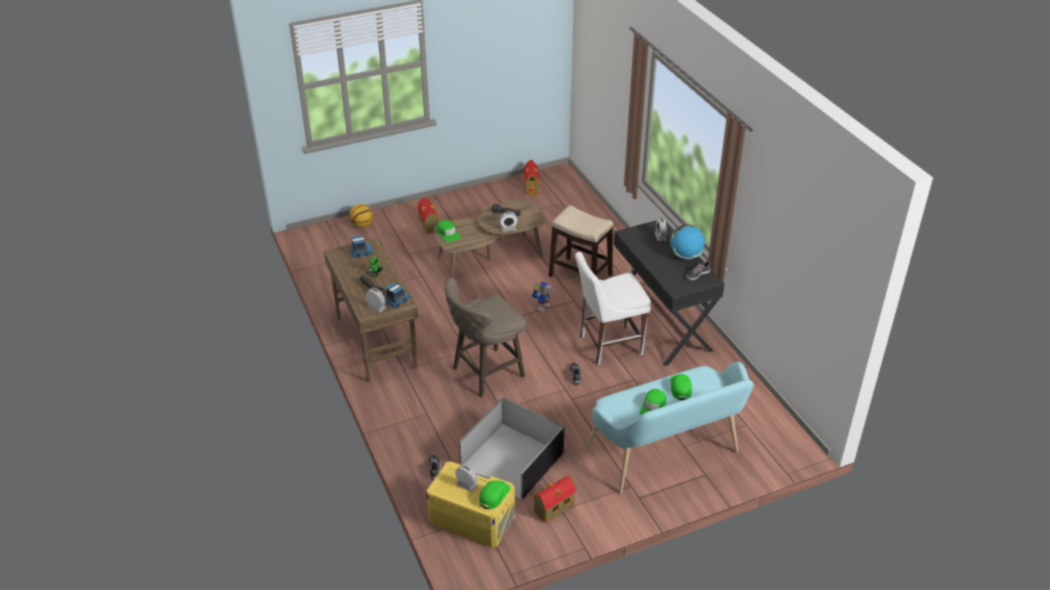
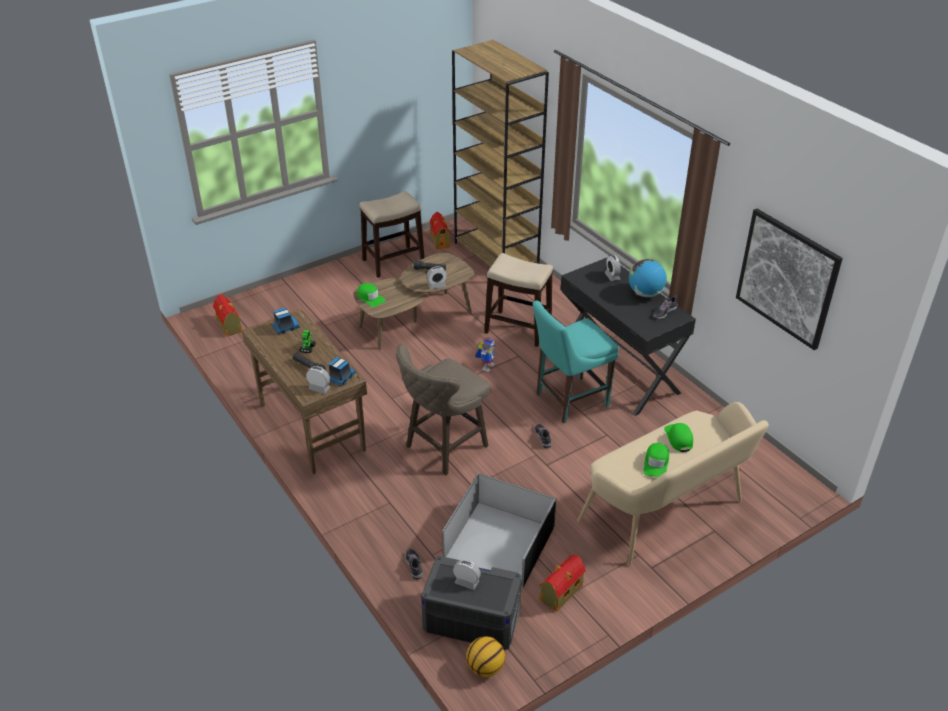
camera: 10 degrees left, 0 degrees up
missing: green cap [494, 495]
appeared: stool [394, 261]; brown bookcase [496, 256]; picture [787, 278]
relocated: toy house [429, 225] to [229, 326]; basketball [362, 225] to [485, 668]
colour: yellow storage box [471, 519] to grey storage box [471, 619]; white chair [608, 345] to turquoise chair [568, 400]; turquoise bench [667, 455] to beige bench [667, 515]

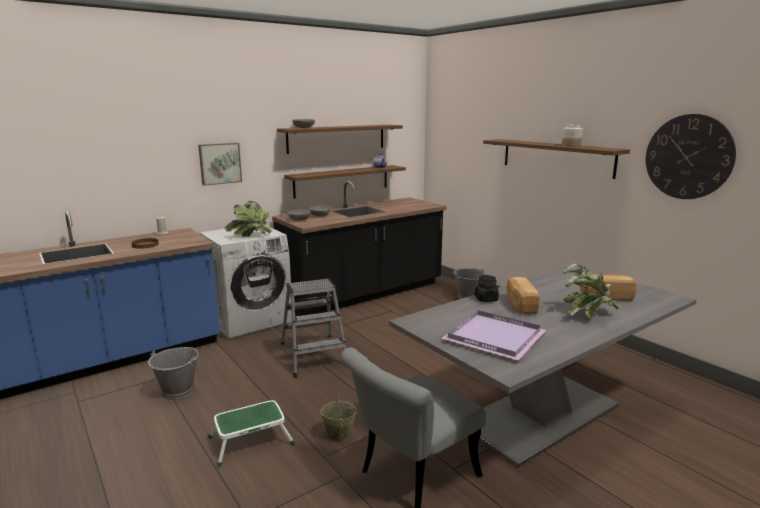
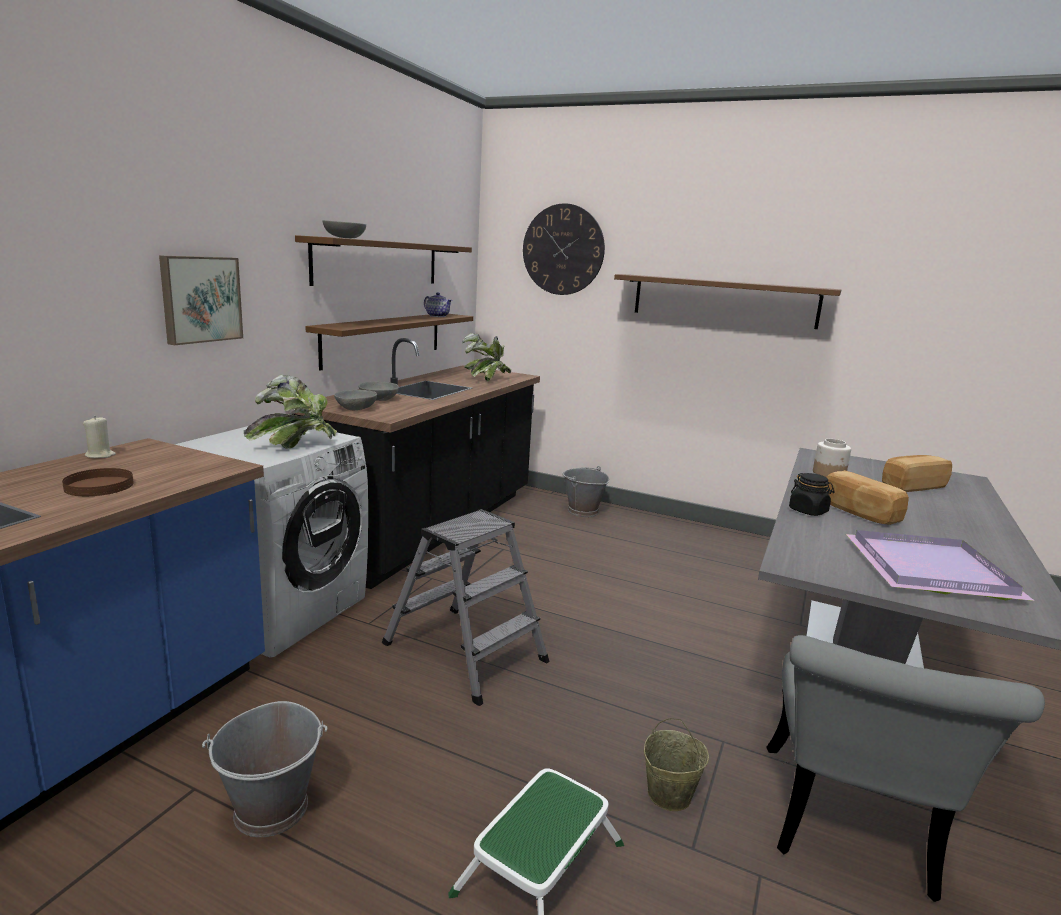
camera: 30 degrees left, 0 degrees up
relocated: potted plant [587, 314] to [486, 380]; wall clock [688, 157] to [563, 250]; jar [571, 145] to [829, 474]

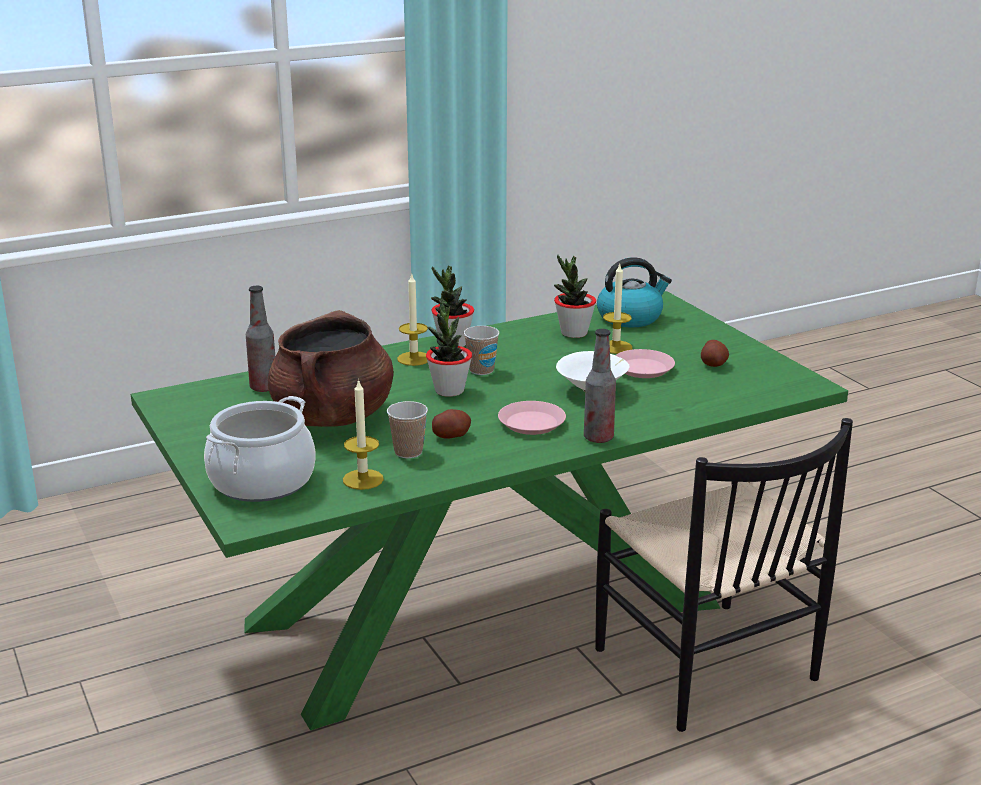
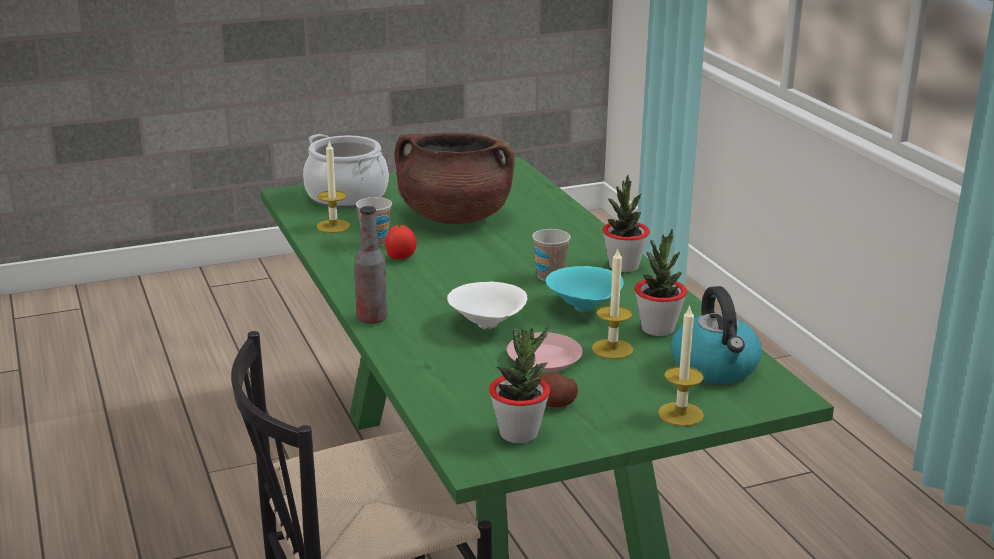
camera: 95 degrees right, 0 degrees up
missing: bottle [263, 388]; pink plate [532, 423]
appeared: turquoise bowl [584, 309]
relocated: potted plant [449, 390] to [519, 433]; candle [414, 358] to [680, 414]
exchanged: potato [451, 436] to tomato [401, 258]

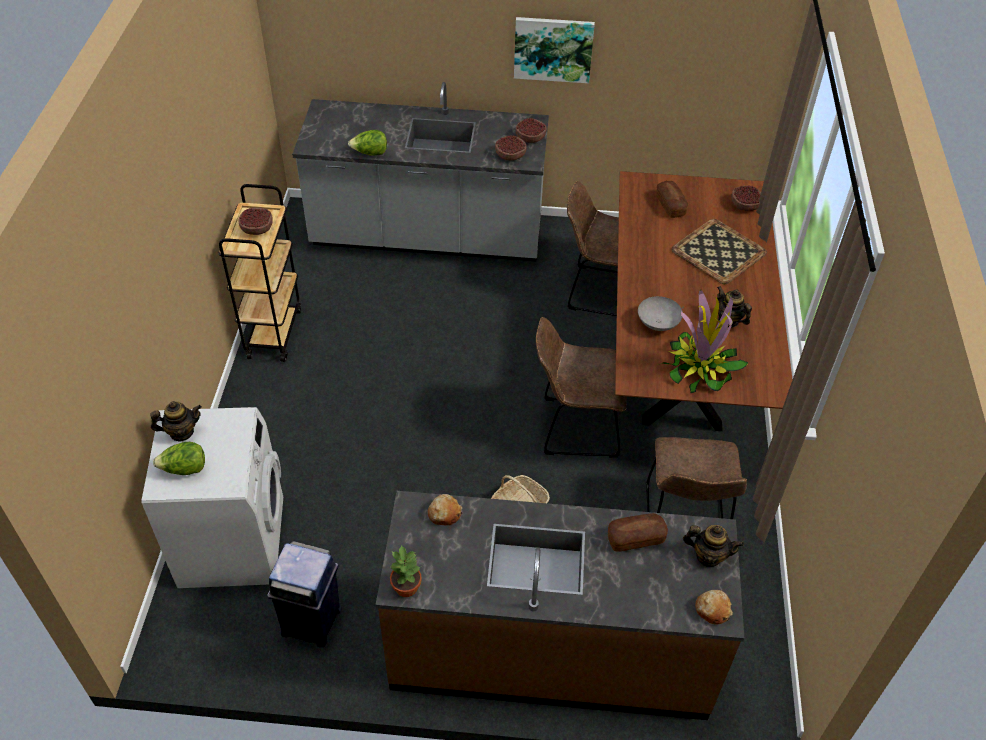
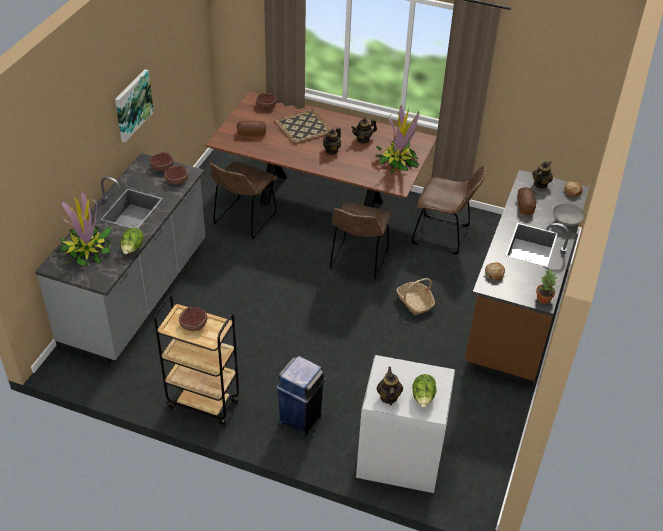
camera: 75 degrees left, 5 degrees down
appeared: potted plant [87, 251]; teapot [332, 150]
relocated: blue trash can [312, 622] to [300, 418]; grey bowl [658, 323] to [565, 222]

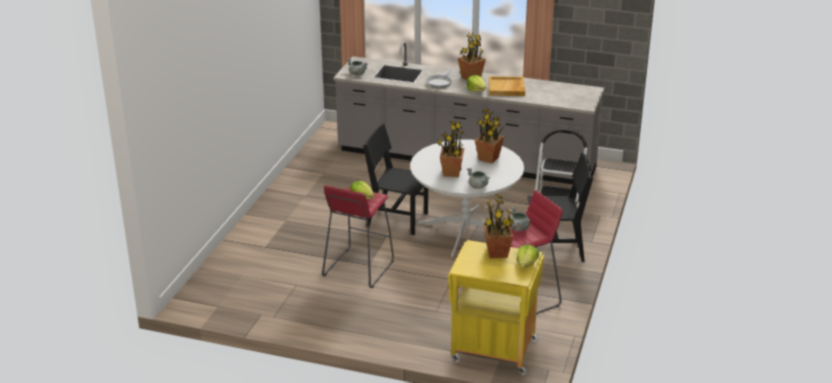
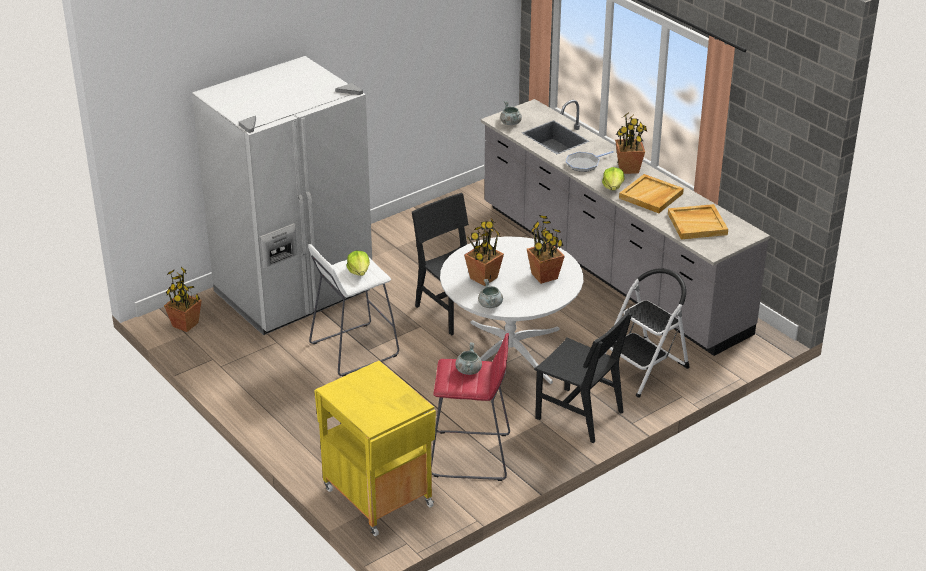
camera: 35 degrees right, 5 degrees up
missing: lettuce [526, 264]
appeared: white fridge [294, 292]; beige tray [697, 224]
relocated: potted plant [497, 253] to [185, 325]
colour: red stool [358, 268] to white stool [353, 349]

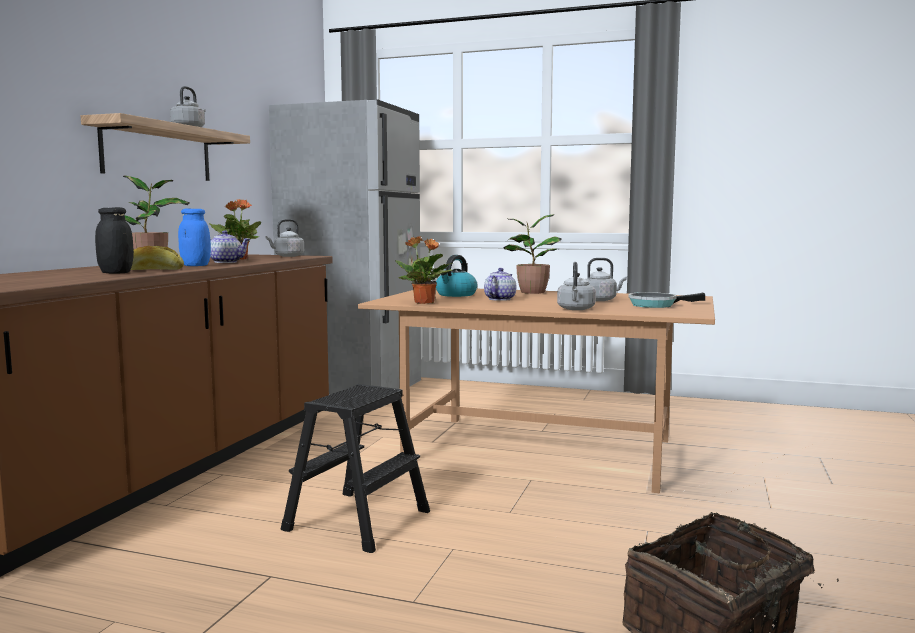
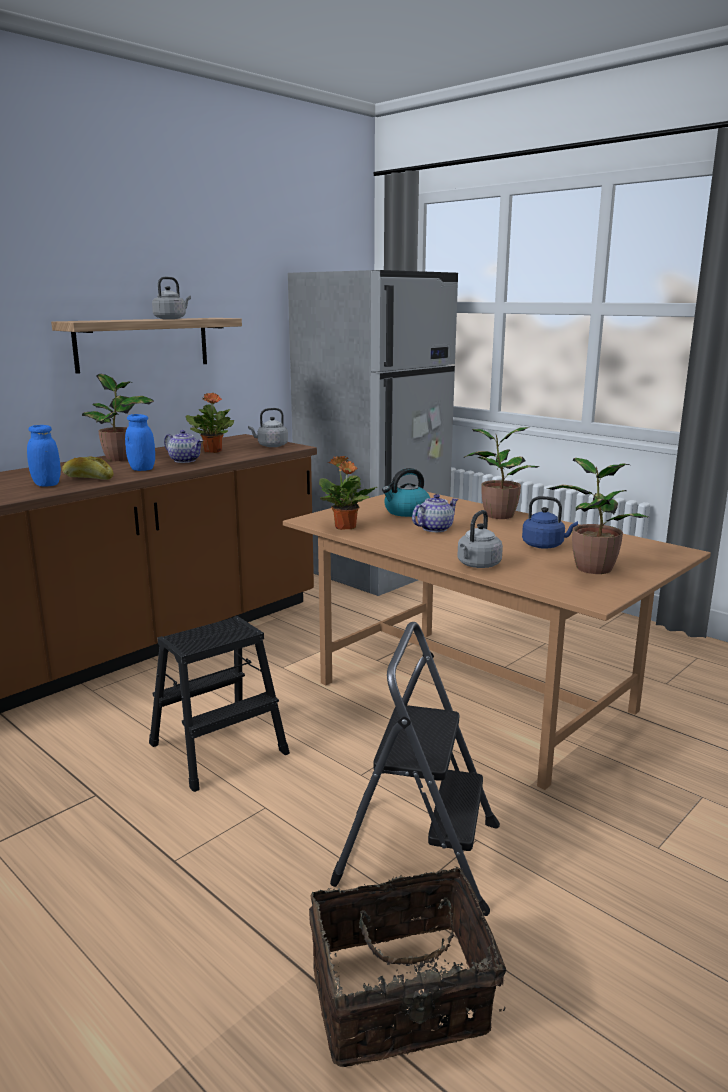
camera: 25 degrees right, 10 degrees up
appeared: black step ladder [411, 850]
exchanged: frying pan [656, 305] to potted plant [591, 567]
colour: black jar [116, 273] to blue jar [46, 484]; grey kettle [601, 300] to blue kettle [545, 545]

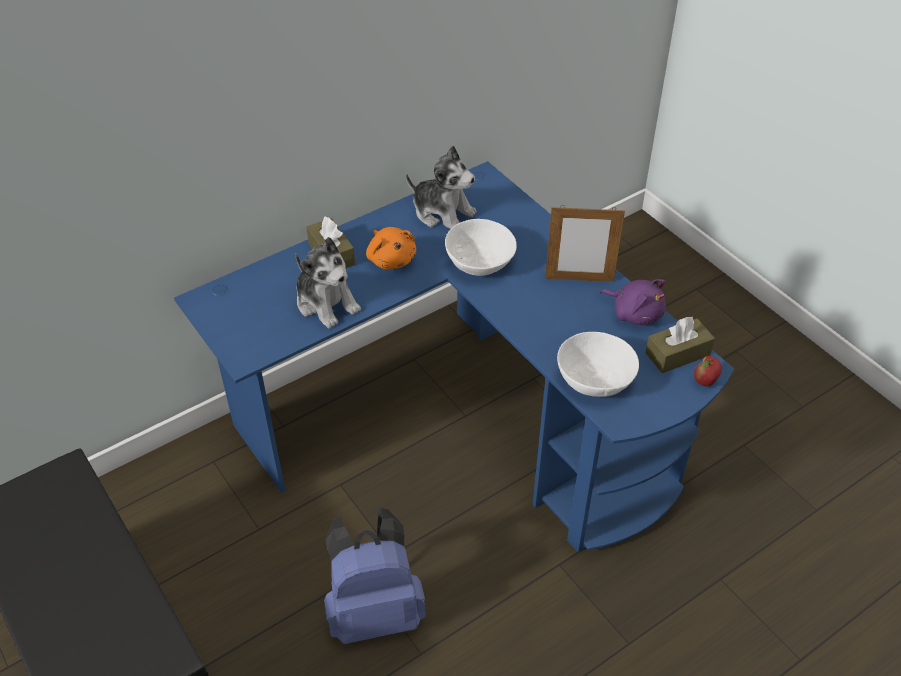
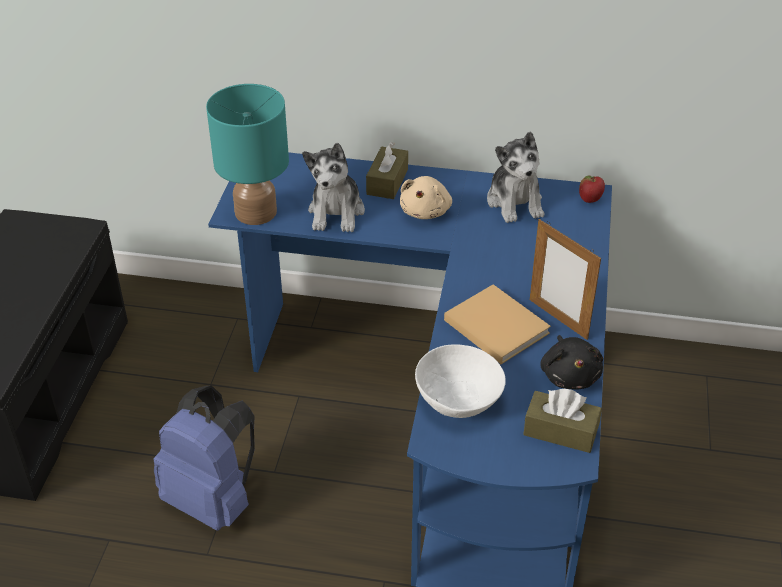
camera: 45 degrees right, 5 degrees down
missing: white bowl [480, 262]
appeared: turquoise table lamp [256, 212]; beige book [494, 325]
relocated: apple [705, 381] to [590, 200]
colour: orange plush toy [391, 259] to beige plush toy [426, 211]; purple plush toy [635, 313] to black plush toy [570, 375]

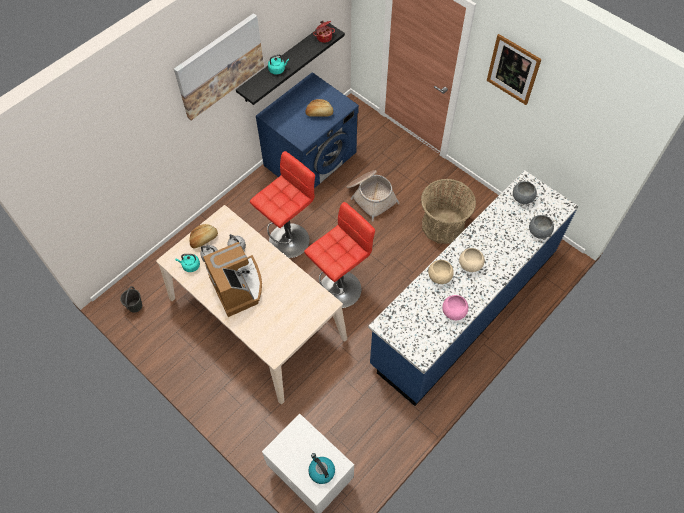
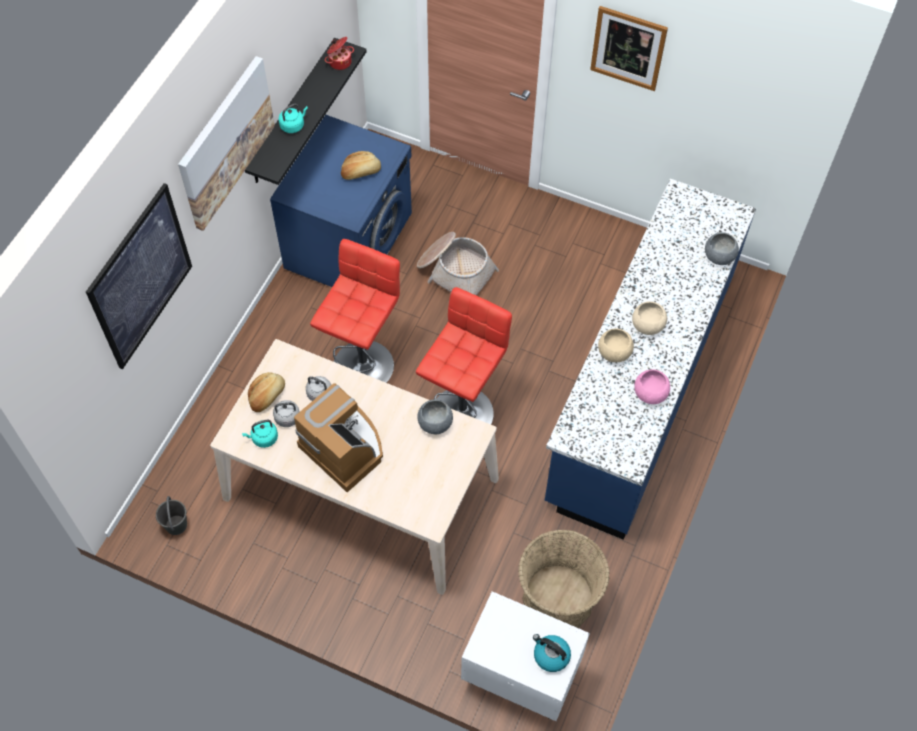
camera: 20 degrees left, 0 degrees up
appeared: picture [141, 277]
relocated: grey bowl [522, 198] to [435, 423]; basket [443, 225] to [558, 598]

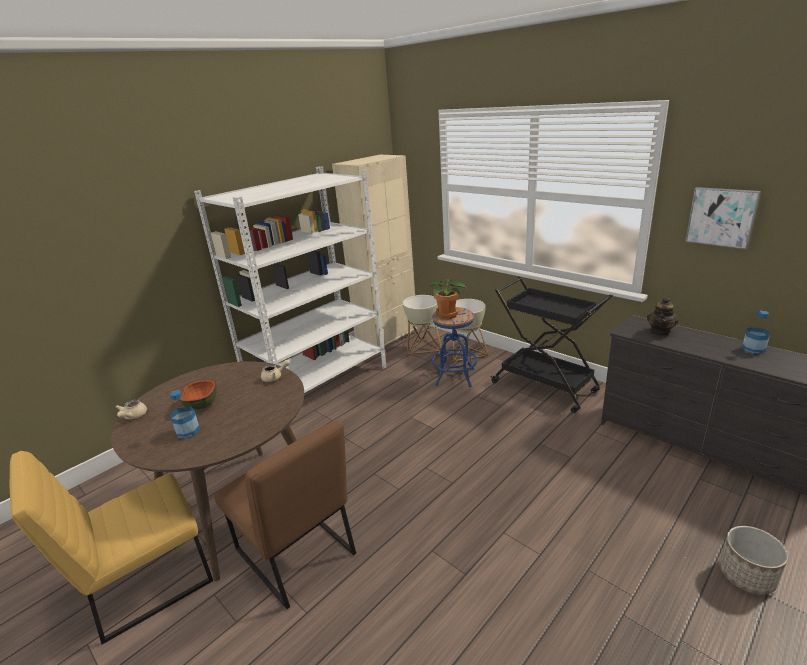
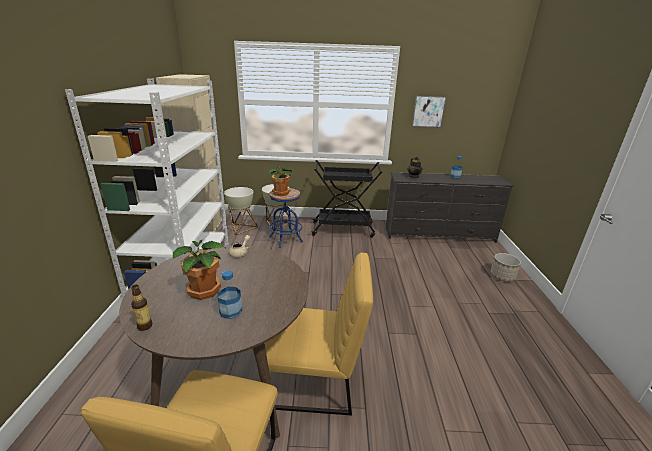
camera: 45 degrees left, 0 degrees up
exchanged: beige teapot [133, 416] to bottle [145, 326]; bowl [201, 404] to potted plant [205, 290]
colour: brown chair [296, 554] to yellow chair [315, 382]

